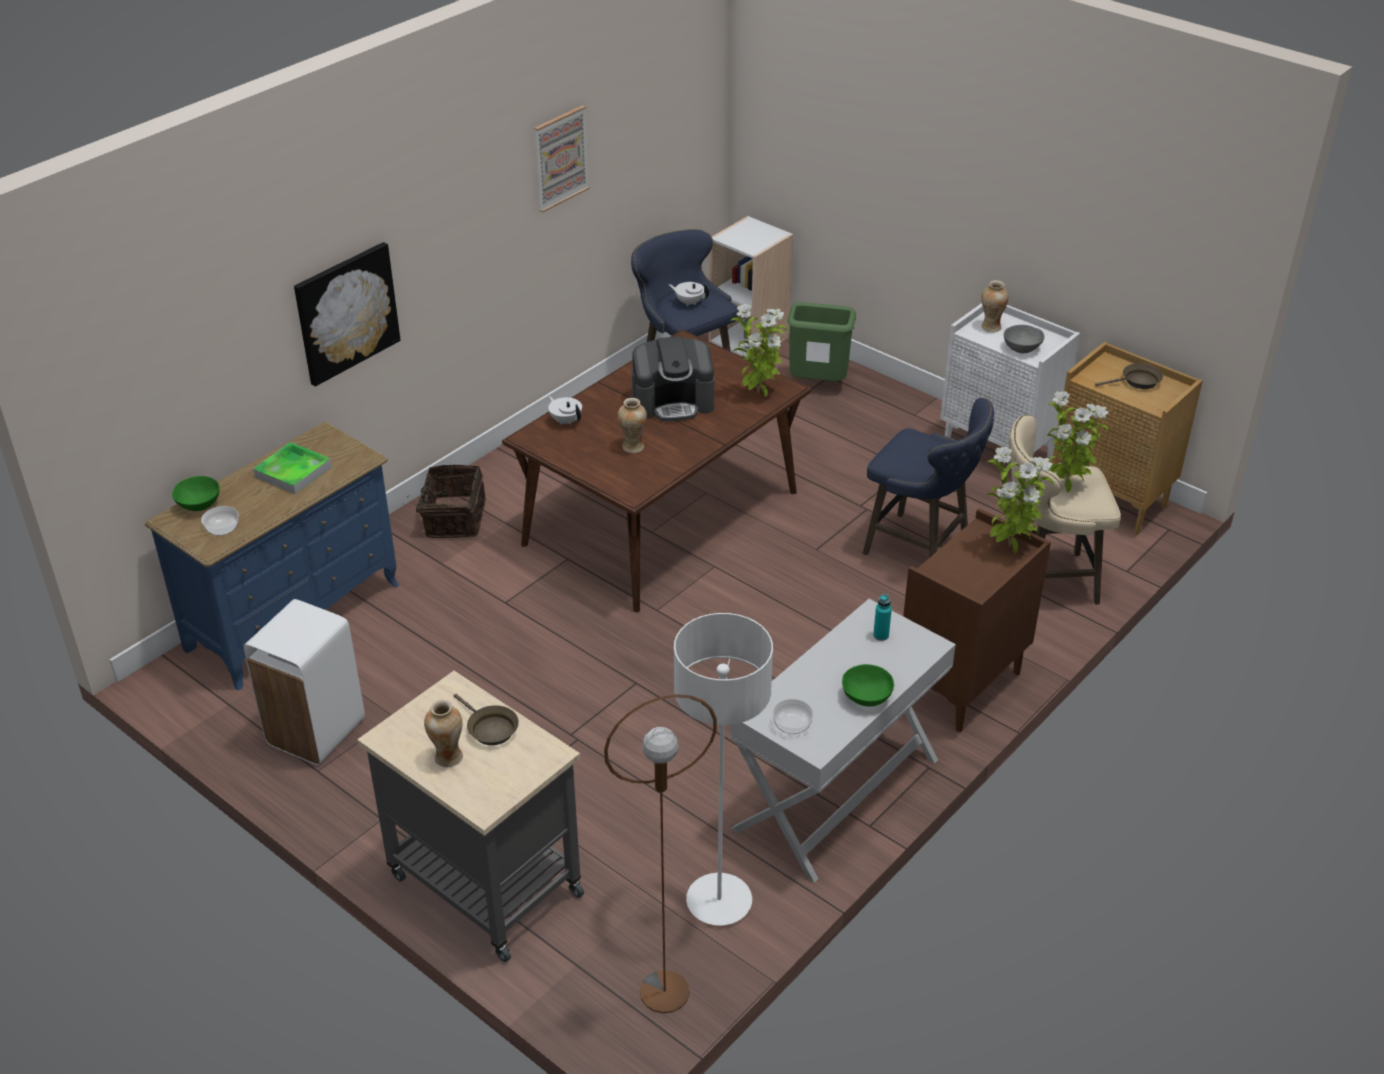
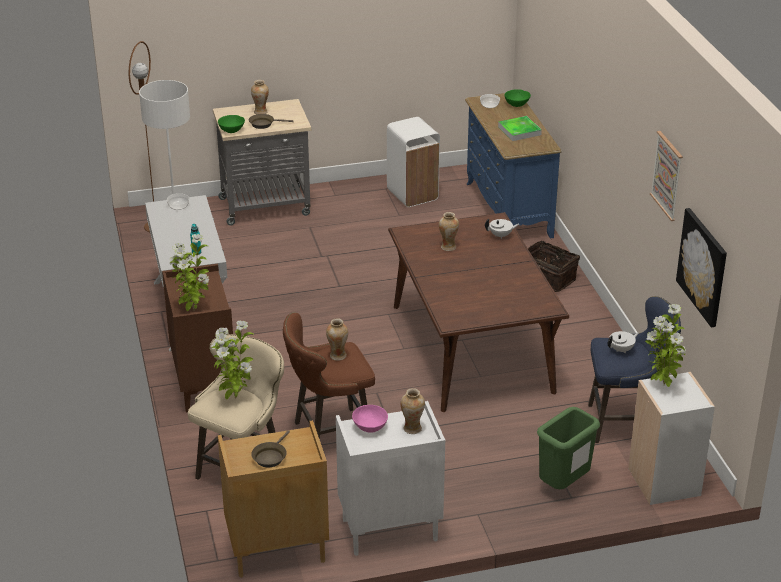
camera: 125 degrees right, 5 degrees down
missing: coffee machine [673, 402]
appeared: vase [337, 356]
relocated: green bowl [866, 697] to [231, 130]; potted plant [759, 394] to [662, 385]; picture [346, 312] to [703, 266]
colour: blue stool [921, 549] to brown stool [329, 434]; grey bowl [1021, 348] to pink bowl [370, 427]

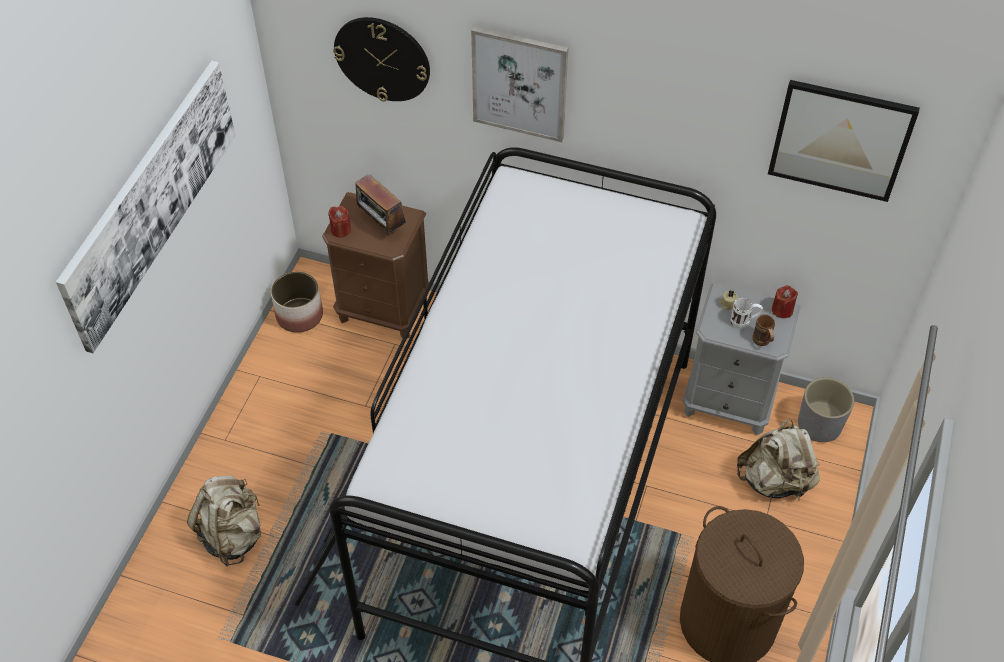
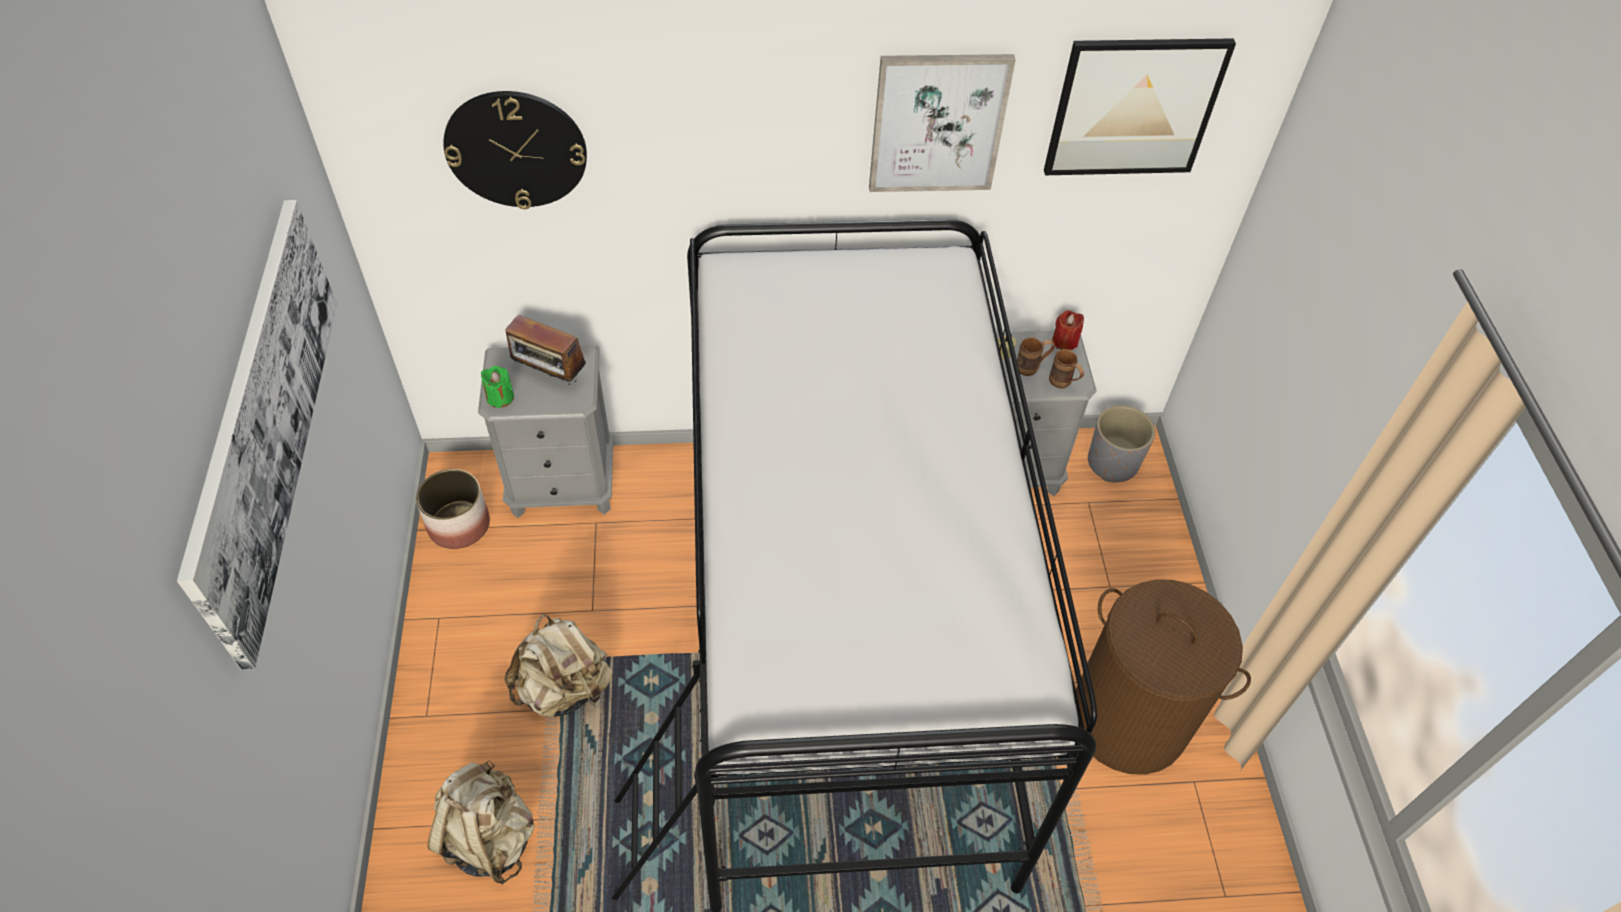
camera: 25 degrees left, 0 degrees up
relocated: beige backpack [775, 480] to [564, 689]; picture [520, 83] to [937, 123]
colour: brown nightstand [383, 309] to grey nightstand [563, 485]; red candle [341, 230] to green candle [500, 397]; white mug [744, 322] to brown mug [1032, 367]

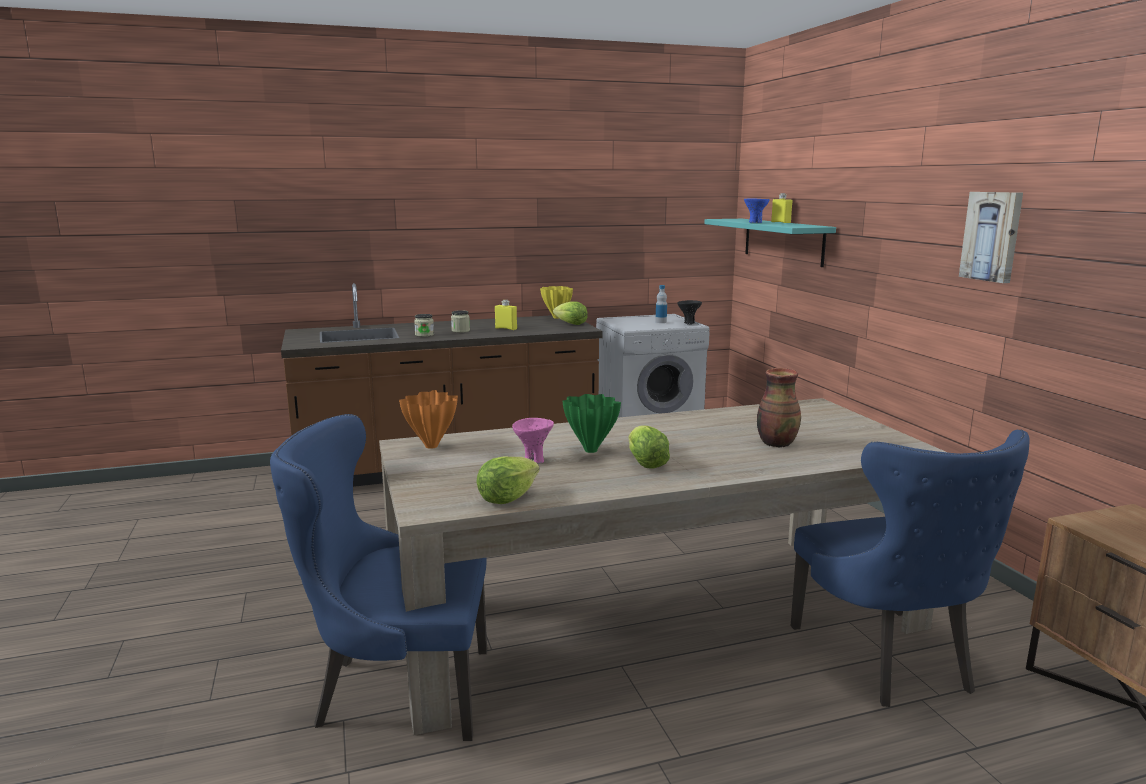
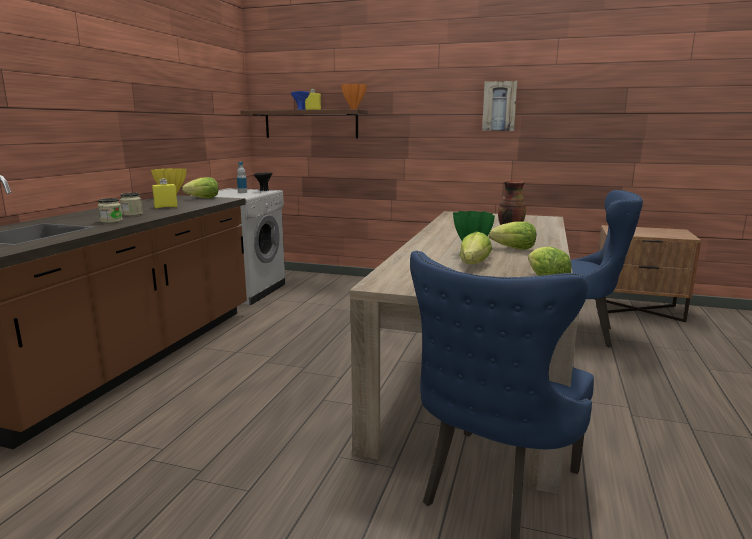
camera: 55 degrees left, 0 degrees up
relocated: orange vase [431, 446] to [354, 109]
exchanged: pink bowl [534, 460] to lettuce [474, 264]
colour: turquoise shelf [783, 241] to brown shelf [311, 124]

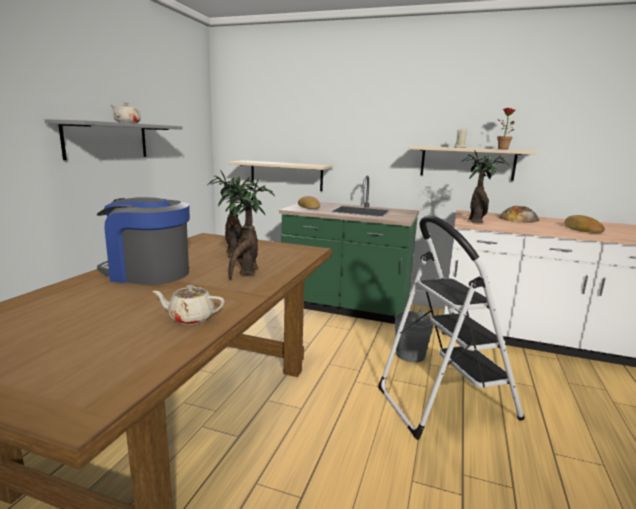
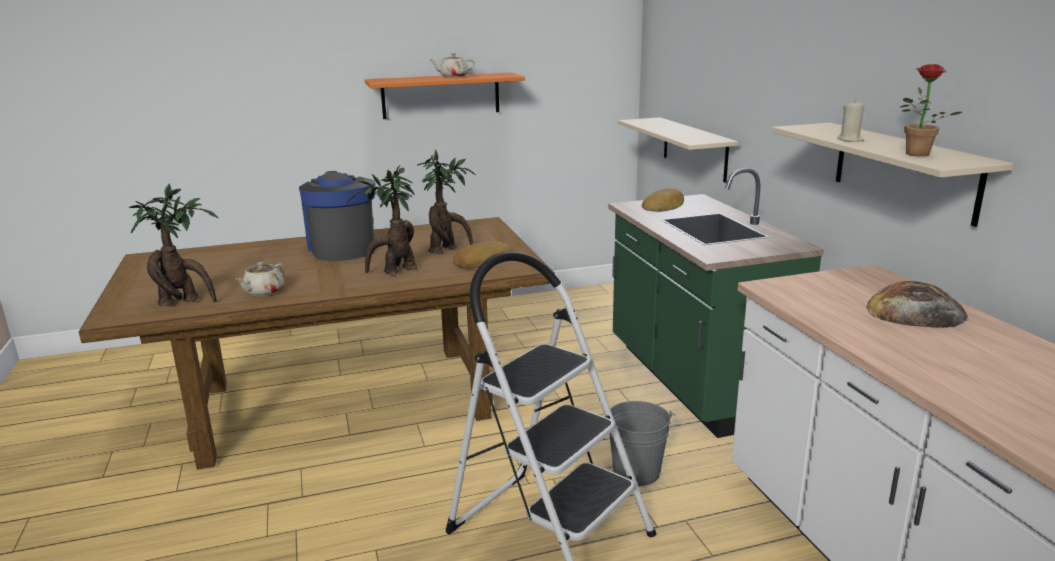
camera: 55 degrees right, 5 degrees up
relocated: potted plant [476, 221] to [184, 302]; bread [581, 229] to [482, 261]
colour: grey shelf [107, 140] to orange shelf [441, 95]
spun: beige teapot [190, 318] = [263, 292] 120 degrees counterclockwise

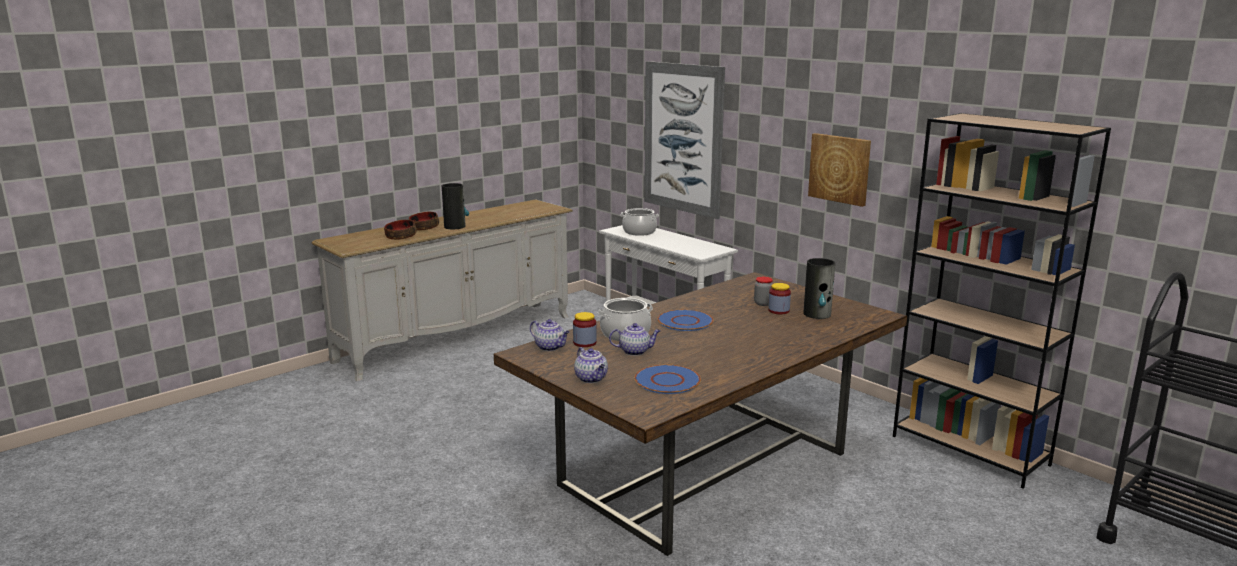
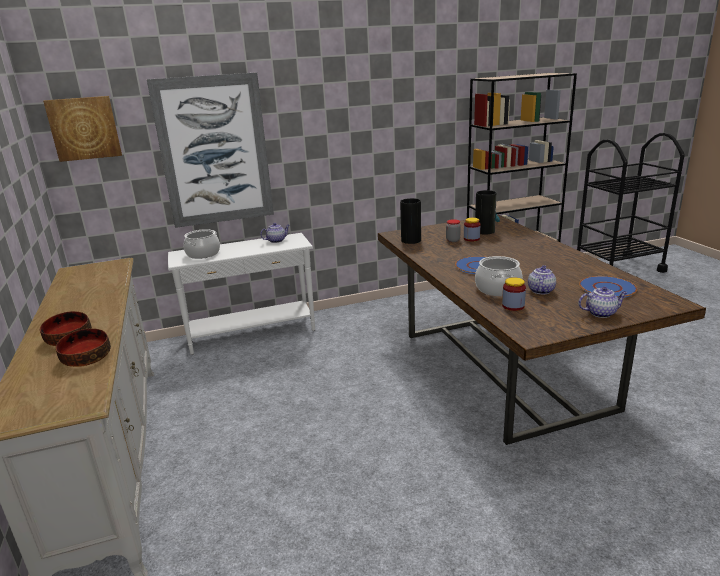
camera: 65 degrees left, 5 degrees up
relocated: picture [840, 168] to [84, 128]; teapot [550, 347] to [276, 240]; vase [455, 226] to [411, 240]

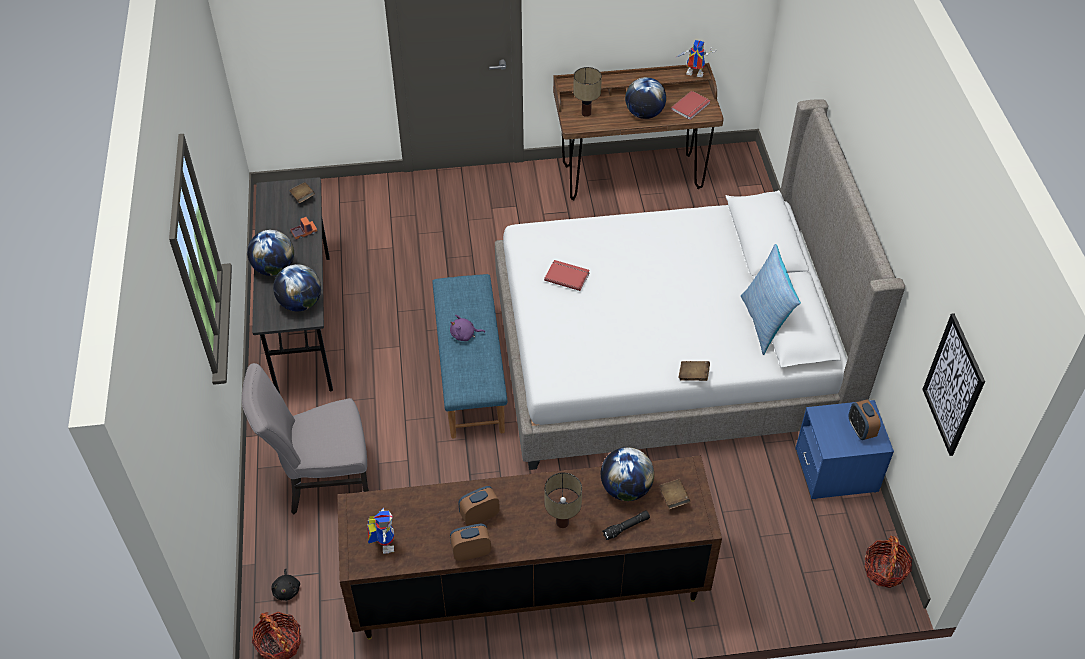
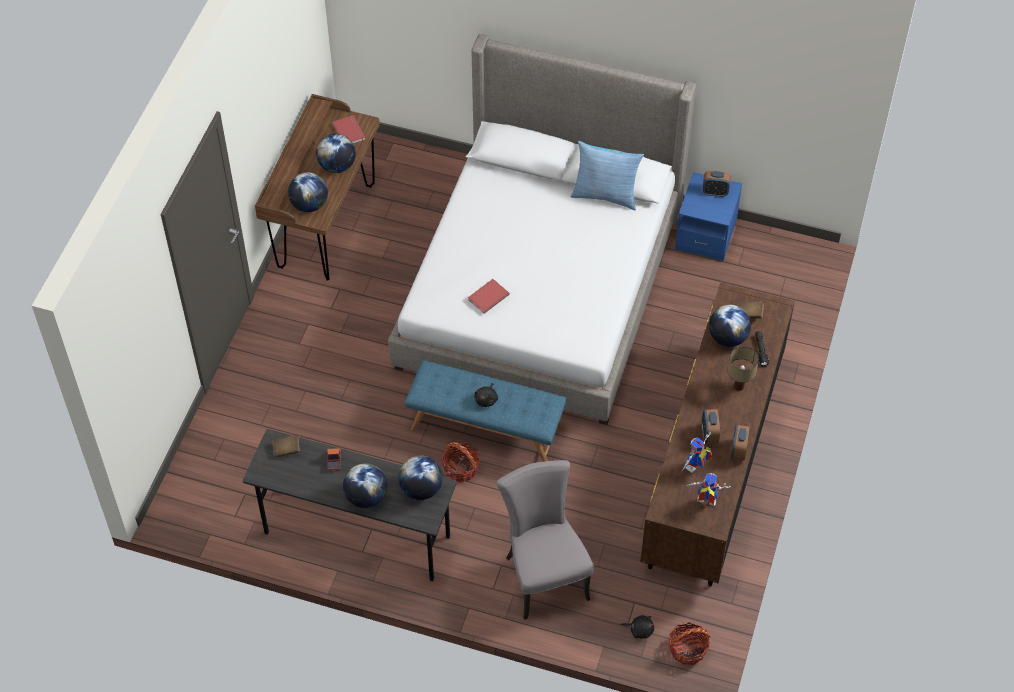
camera: 65 degrees left, 5 degrees up
missing: brown book [693, 375]; picture [953, 385]
relocated: basket [884, 570] to [461, 468]; toy robot [692, 75] to [695, 468]
exchanged: table lamp [586, 113] to globe [309, 205]
colour: purple plush toy [464, 335] to black plush toy [486, 399]
spun: grey chair [321, 481] = [543, 574] 150 degrees clockwise

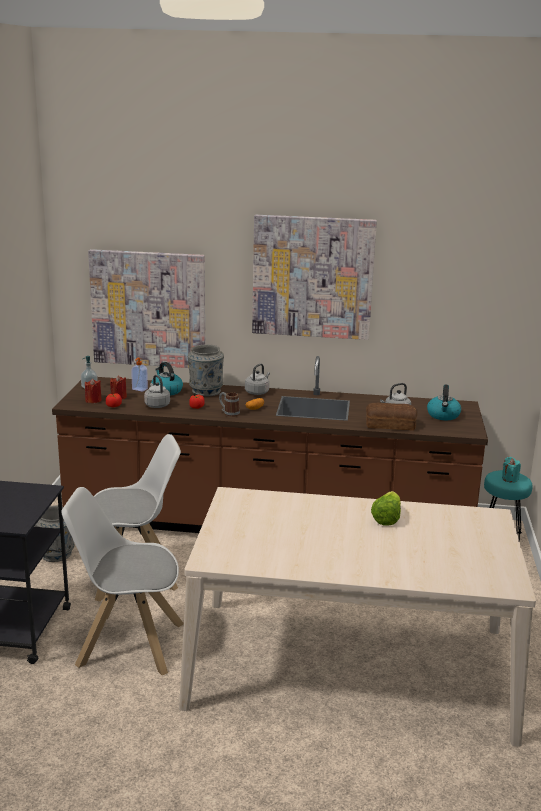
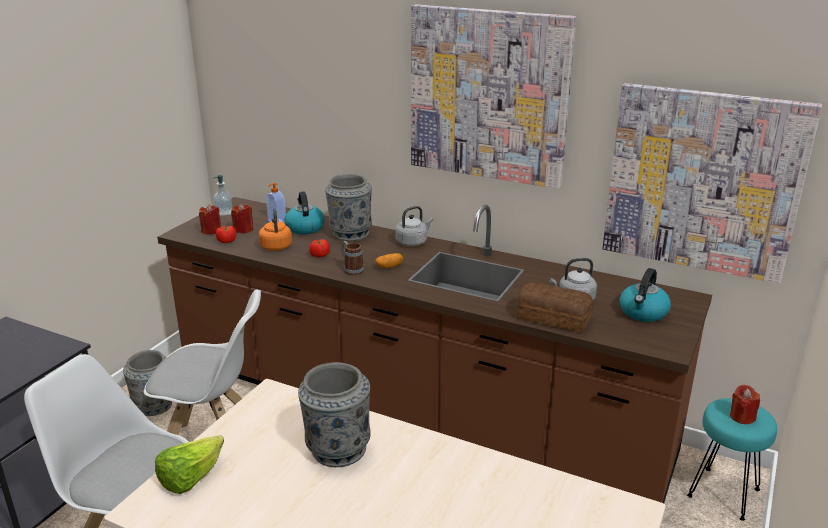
camera: 20 degrees right, 5 degrees up
appeared: grey vase [337, 449]
relocated: lettuce [386, 518] to [191, 478]; picture [148, 309] to [703, 181]
colour: grey kettle [156, 405] to orange kettle [276, 246]; turquoise candle [509, 479] to red candle [742, 417]

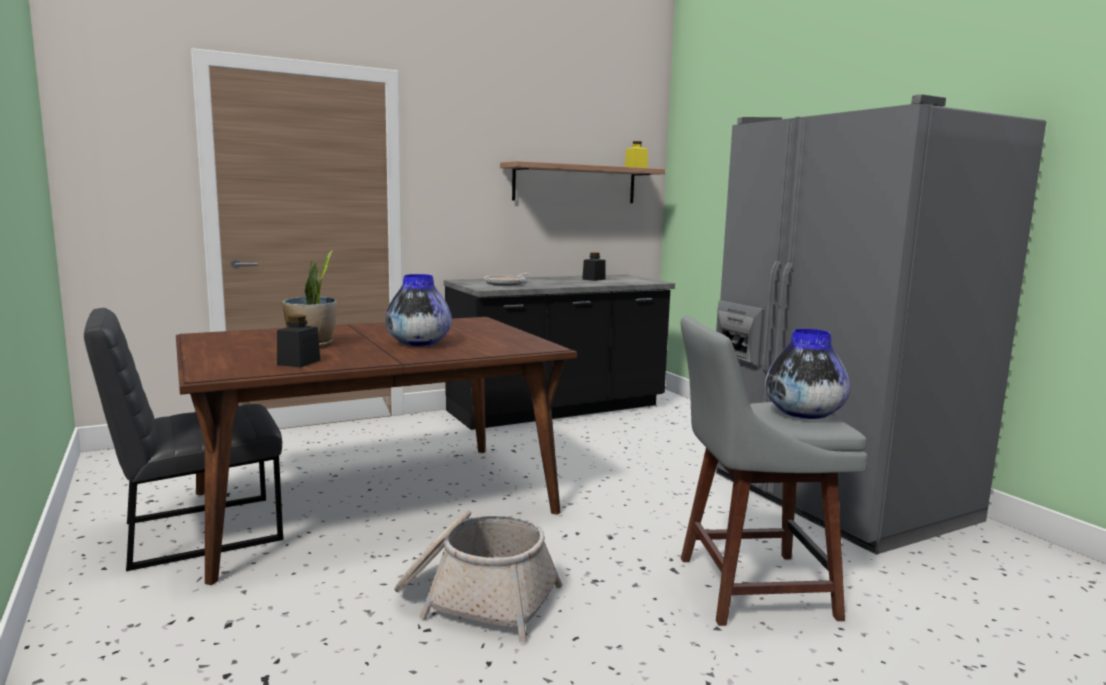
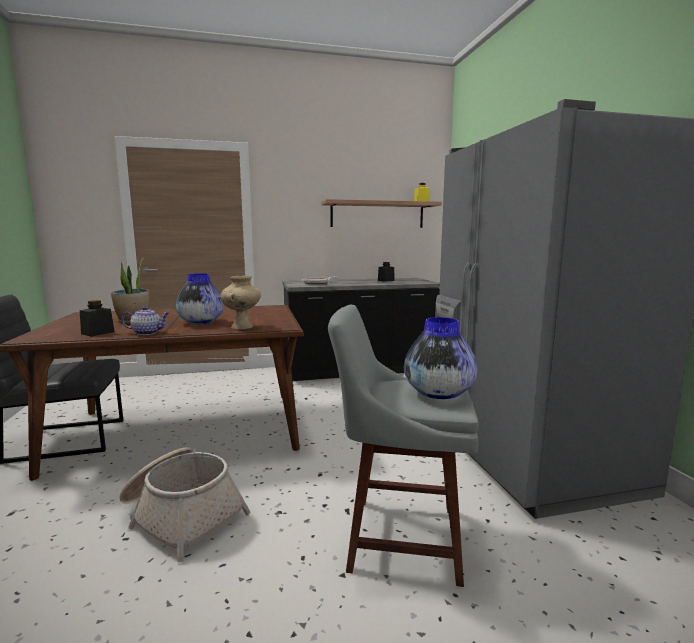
camera: 15 degrees right, 0 degrees up
appeared: teapot [148, 333]; beige vase [242, 327]

